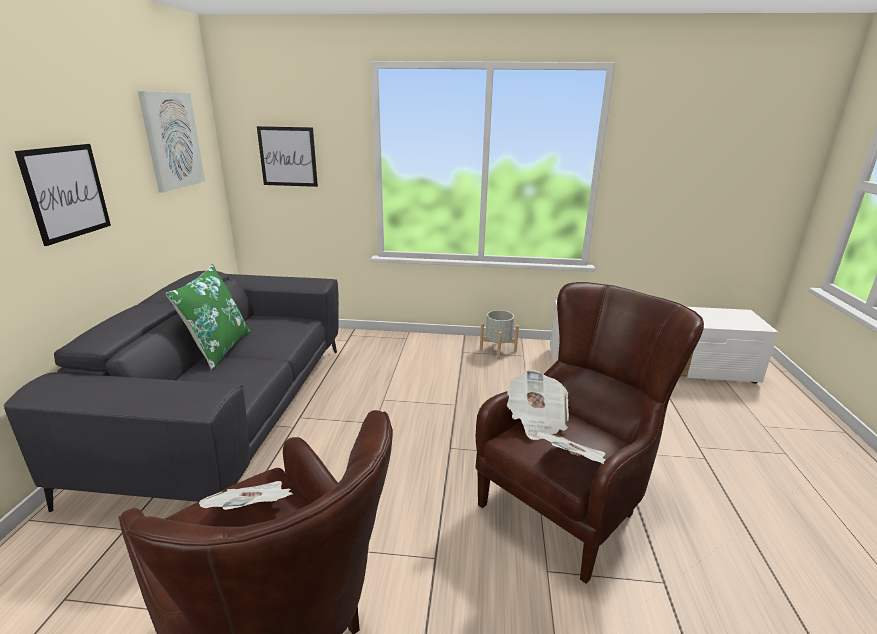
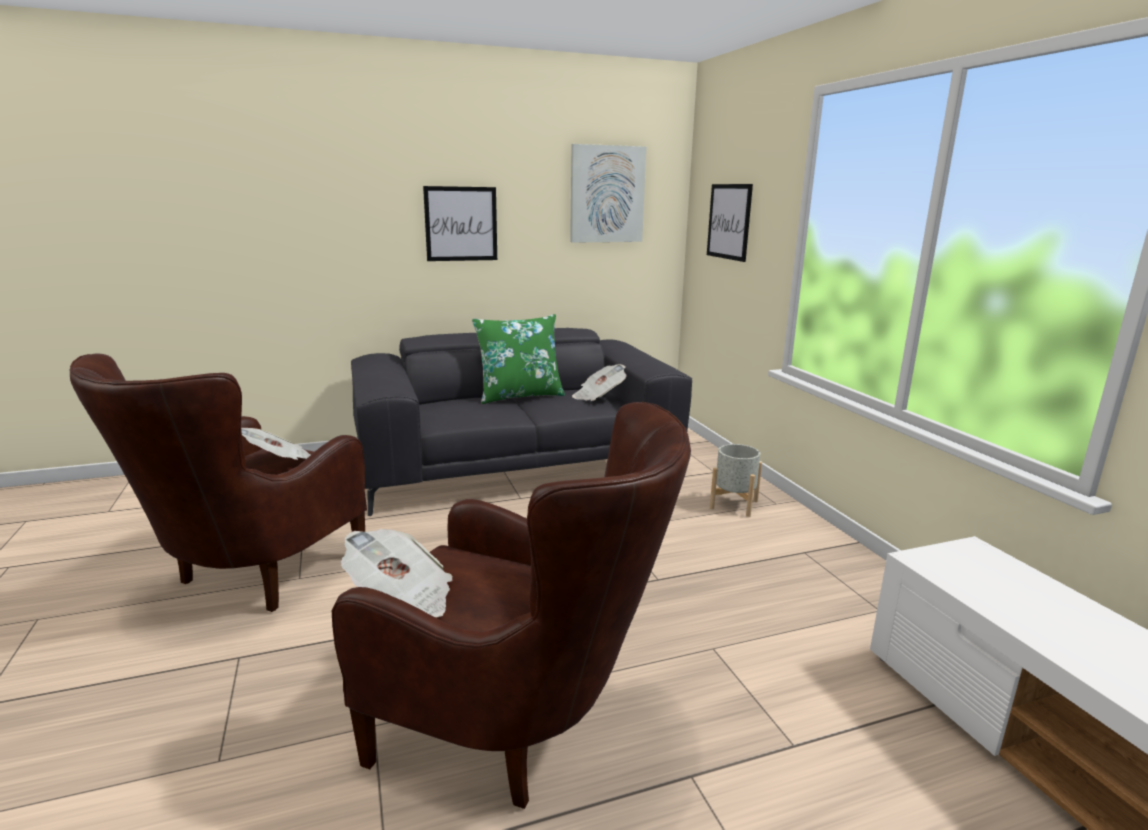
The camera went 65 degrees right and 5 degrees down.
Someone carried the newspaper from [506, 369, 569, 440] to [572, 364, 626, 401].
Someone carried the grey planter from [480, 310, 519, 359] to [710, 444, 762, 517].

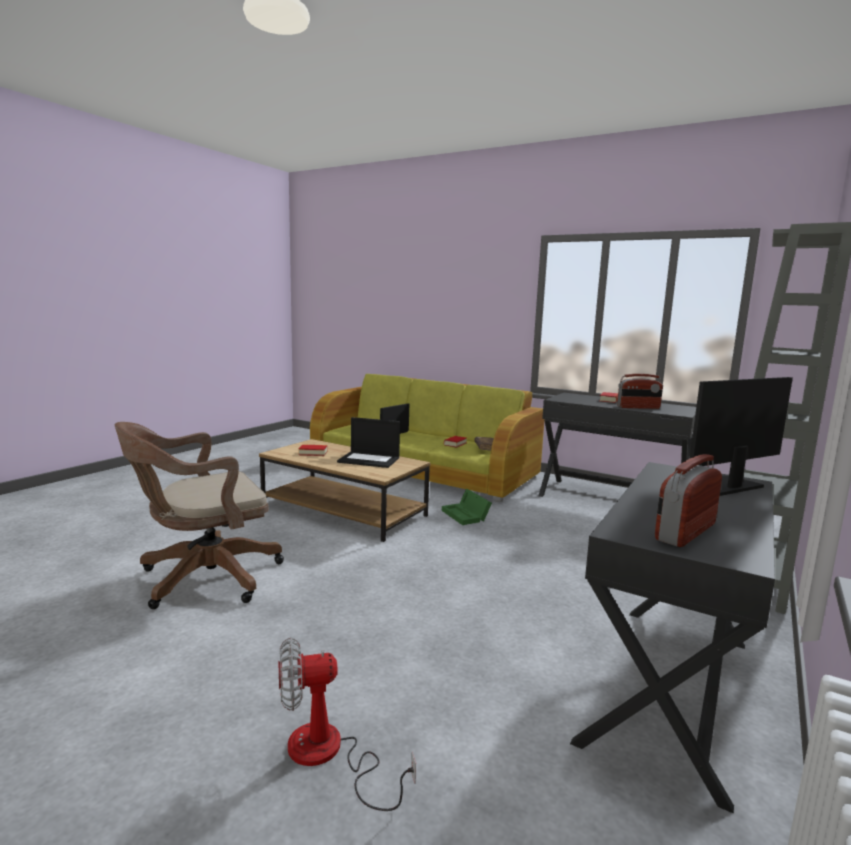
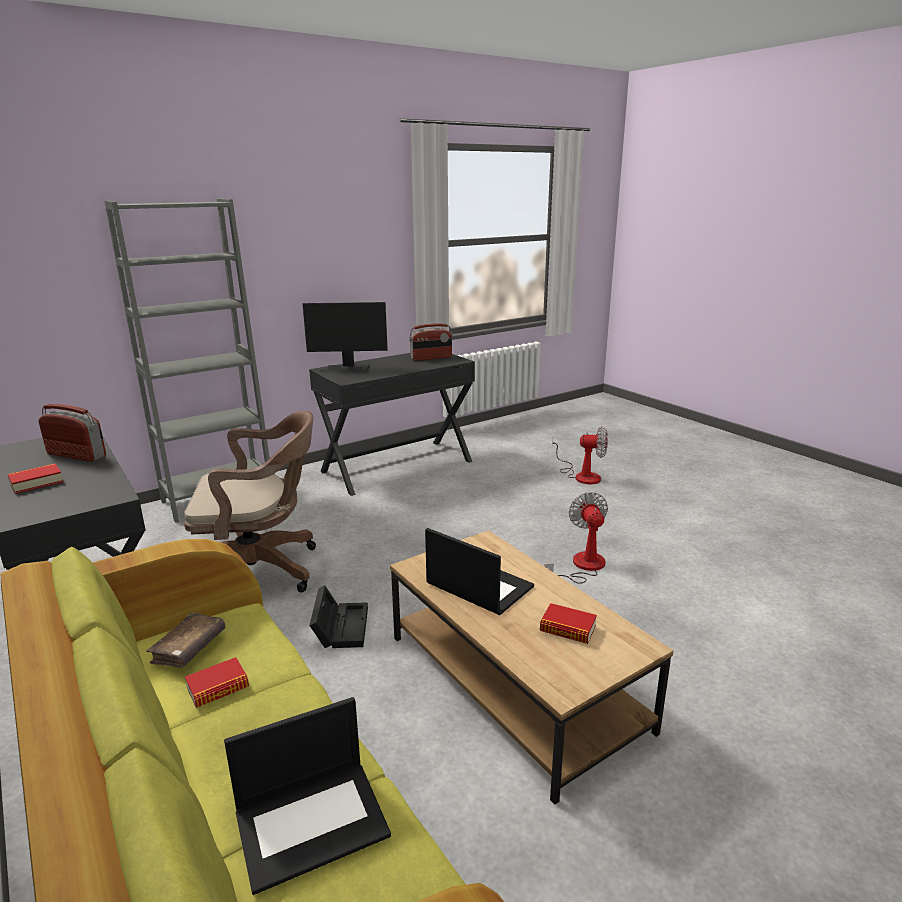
The camera went 155 degrees left and 10 degrees up.
Someone carried the brown office chair from [114, 422, 284, 609] to [184, 411, 316, 592].
Someone repainted the green storage box at [442, 489, 492, 525], which became the black storage box at [309, 585, 368, 648].
Someone put down the fan at [545, 492, 608, 584].

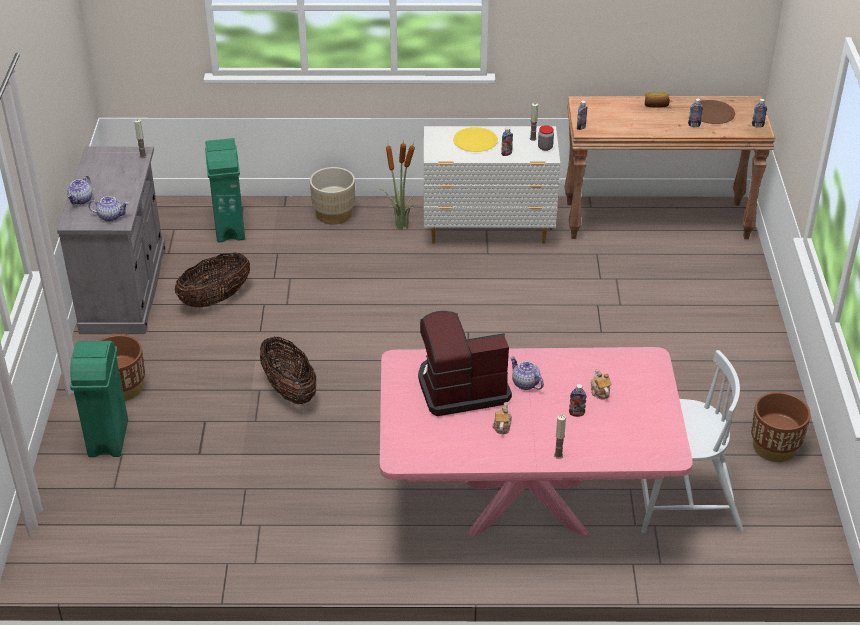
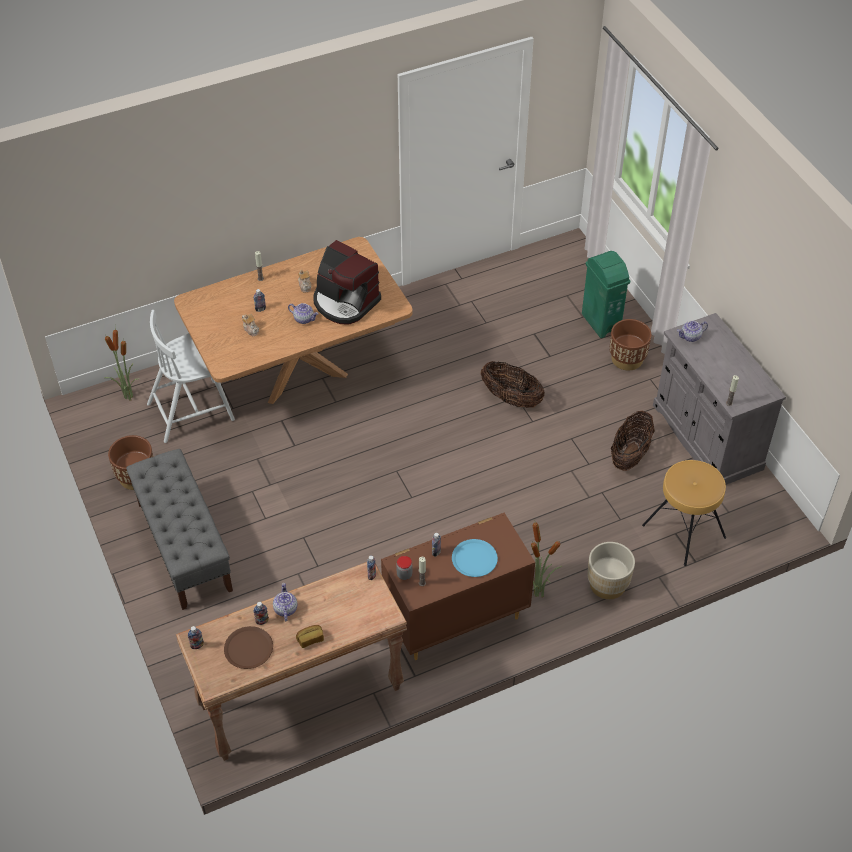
The camera went 155 degrees right and 10 degrees up.
Someone put down the potted plant at [105, 330, 140, 401].
Someone put down the grey bench at [126, 449, 233, 610].
Someone repainted the pink dining table at [380, 347, 693, 537], which became the brown dining table at [174, 237, 413, 404].
Someone carried the teapot from [67, 175, 92, 205] to [273, 583, 297, 621].
Someone rotated the coffee machine at [418, 311, 512, 416] by 75 degrees clockwise.
Someone repainted the white dresser at [424, 126, 560, 244], which became the brown dresser at [381, 513, 535, 660].
Someone repainted the yellow plate at [453, 127, 498, 152], which became the blue plate at [452, 539, 498, 577].
Someone swapped the green trash can at [205, 138, 245, 243] for the brown stool at [642, 460, 726, 566].

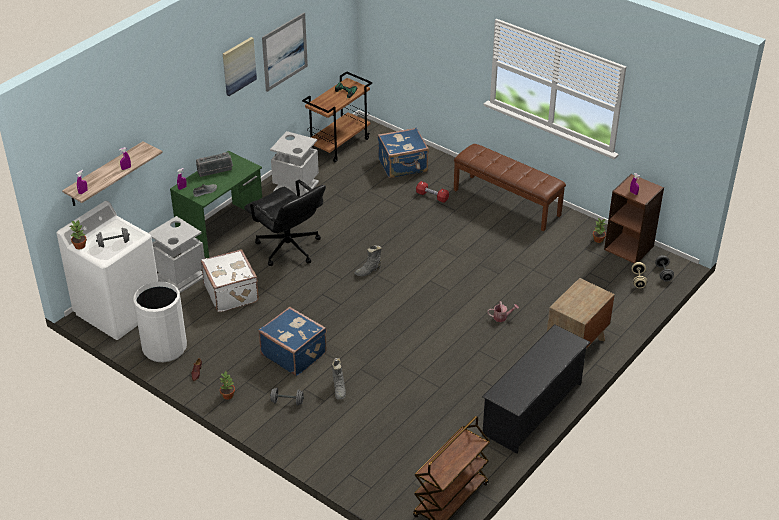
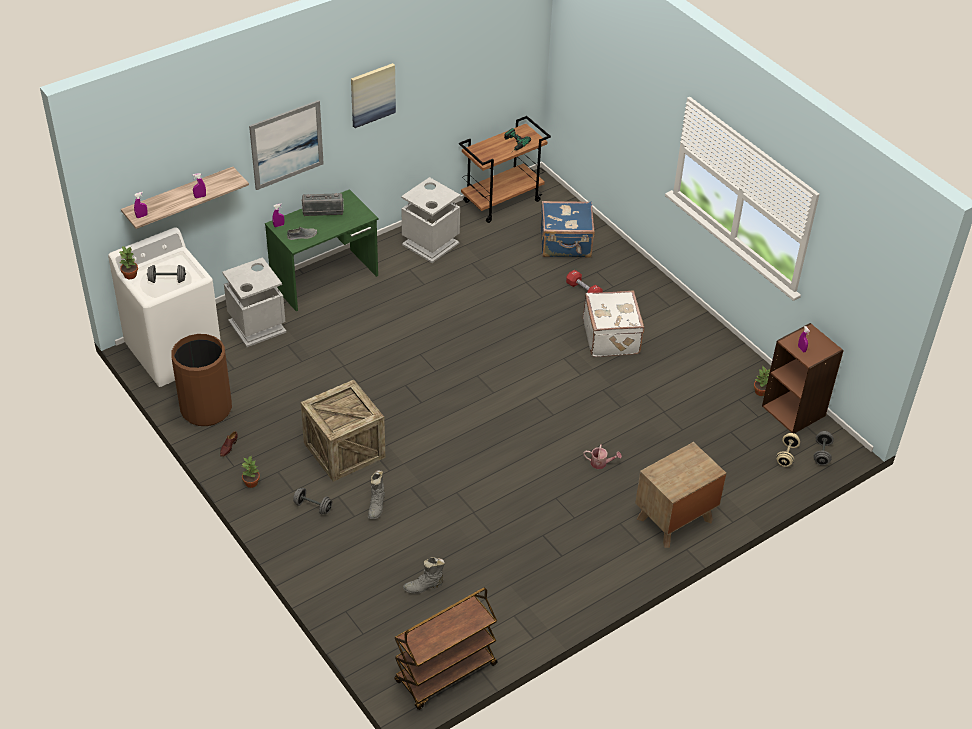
The camera went 15 degrees right and 5 degrees up.
Someone repainted the white trash can at [133, 281, 187, 362], which became the brown trash can at [171, 334, 232, 426].
Someone carried the picture from [262, 13, 308, 92] to [249, 100, 324, 190].
Someone swapped the blue suitcase at [258, 307, 327, 376] for the crate at [300, 380, 385, 482].
Someone carried the grey boot from [355, 245, 382, 276] to [403, 557, 445, 594].
Someone carried the white suitcase from [201, 249, 259, 312] to [583, 291, 645, 357].
Someone took away the black office chair at [244, 180, 326, 266].
Someone took away the brown bench at [454, 144, 566, 231].
Someone took away the black shoe rack at [482, 324, 591, 454].

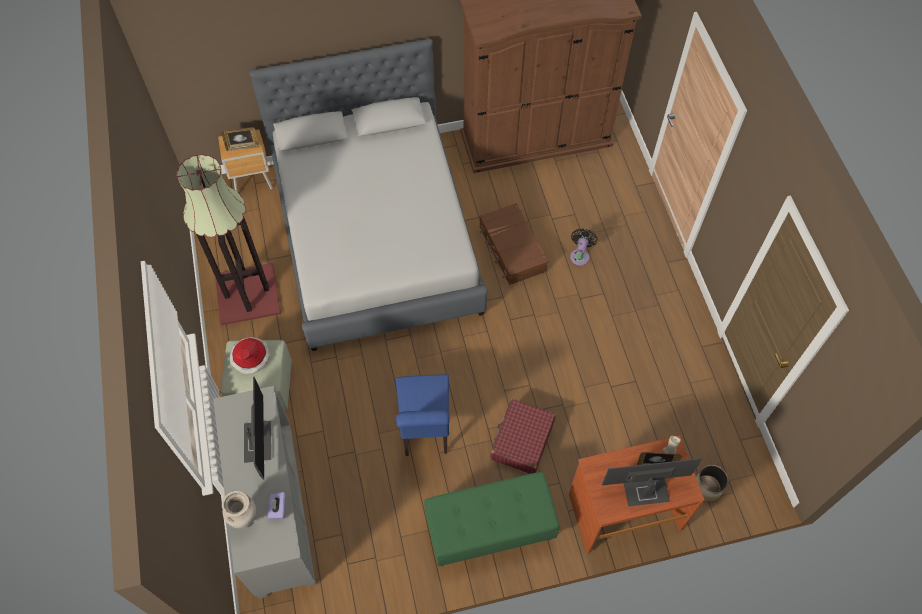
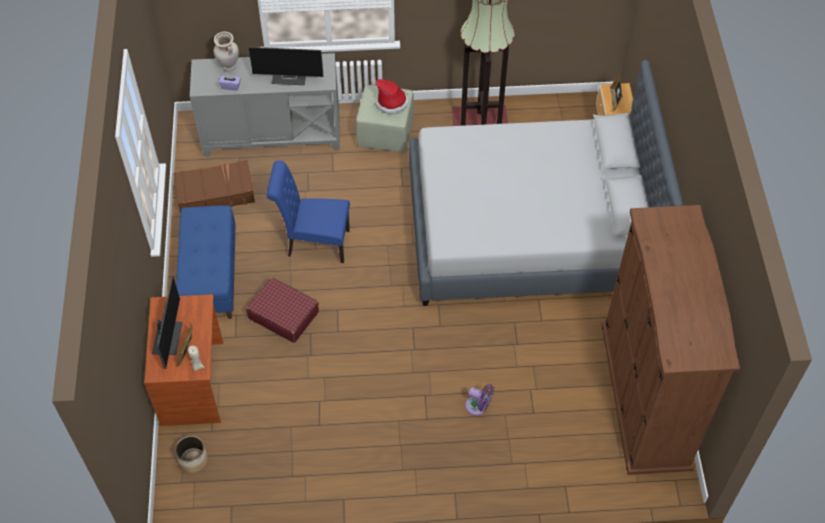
The camera went 100 degrees right and 5 degrees down.
Someone carried the brown suitcase from [479, 203, 548, 285] to [173, 160, 255, 214].
Someone repainted the green bench at [424, 472, 560, 566], which became the blue bench at [176, 205, 236, 319].
Someone repainted the black fan at [570, 229, 598, 266], which became the purple fan at [465, 384, 494, 415].

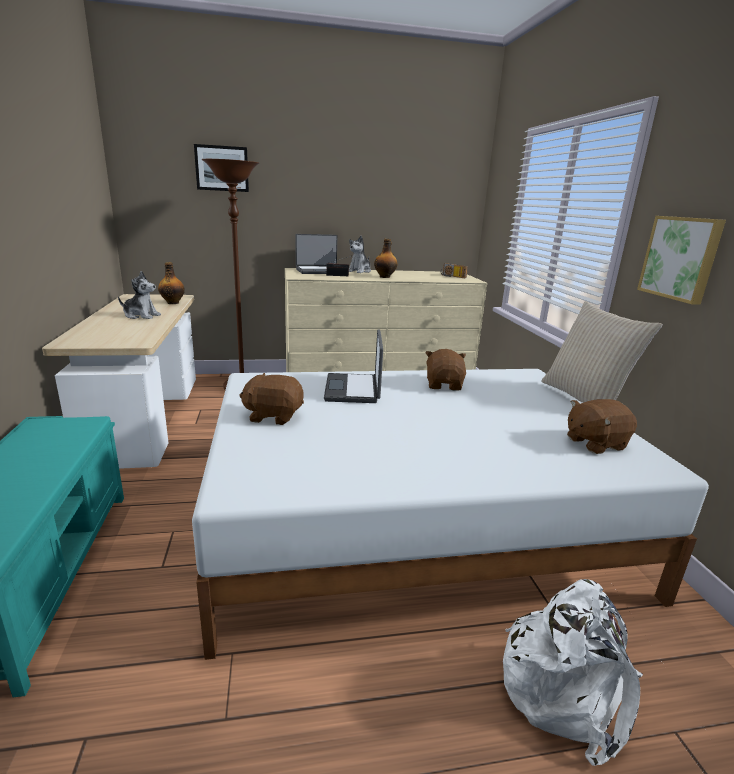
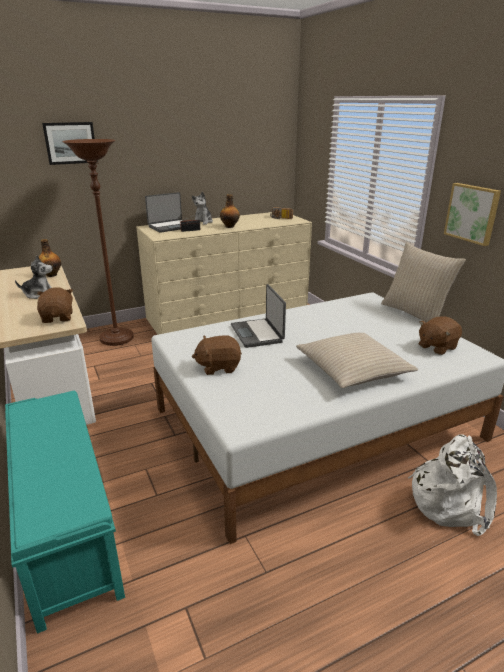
The camera went 15 degrees left and 5 degrees up.
Someone carried the brown plush toy from [425, 349, 466, 391] to [37, 287, 73, 323].
Someone put down the beige pillow at [296, 333, 418, 388].

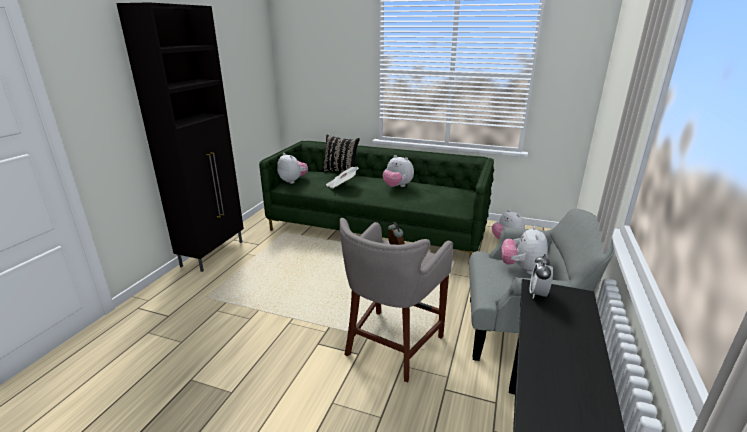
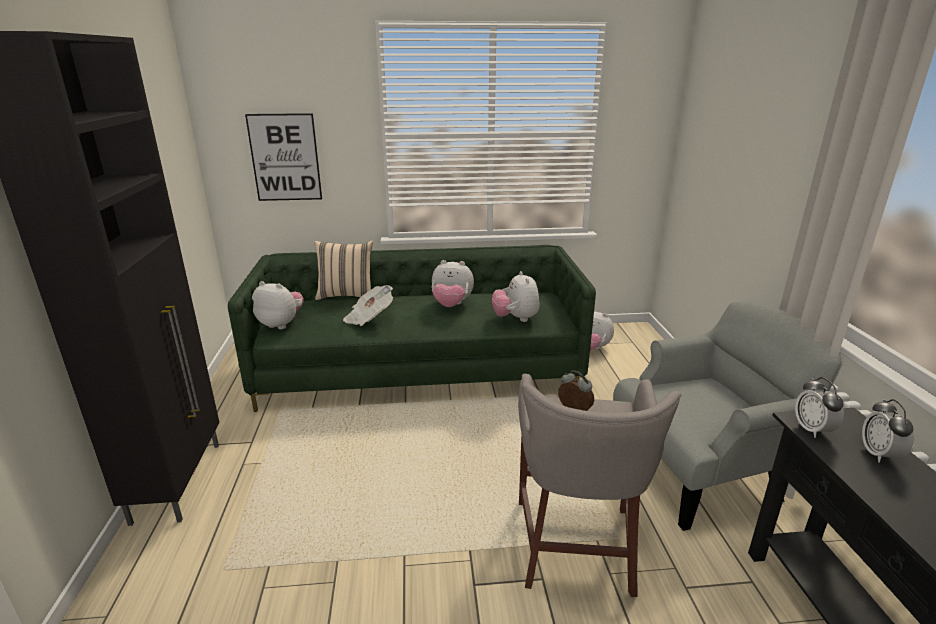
The camera went 25 degrees left and 0 degrees up.
Someone put up the picture at [245, 113, 322, 201].
Someone repainted the black pillow at [321, 135, 360, 172], which became the beige pillow at [314, 241, 373, 300].
Someone carried the plush toy from [501, 226, 548, 274] to [492, 271, 539, 322].
Someone put down the alarm clock at [862, 399, 914, 463].

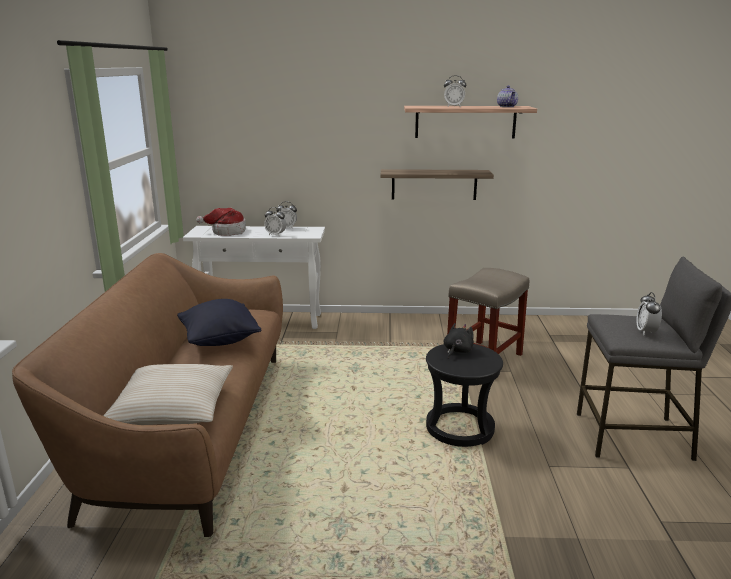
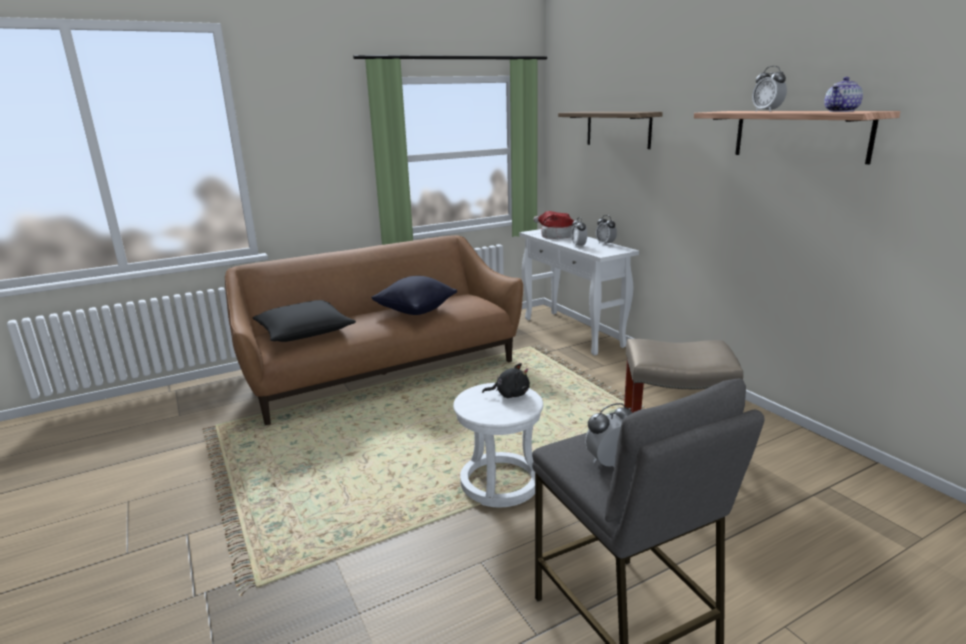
The camera went 60 degrees right and 0 degrees up.
Someone repainted the beige pillow at [103, 364, 233, 425], which became the black pillow at [253, 300, 356, 342].
Someone repainted the black stool at [426, 344, 503, 447], which became the white stool at [453, 383, 543, 507].
Someone carried the shelf from [381, 169, 494, 200] to [558, 112, 663, 149].

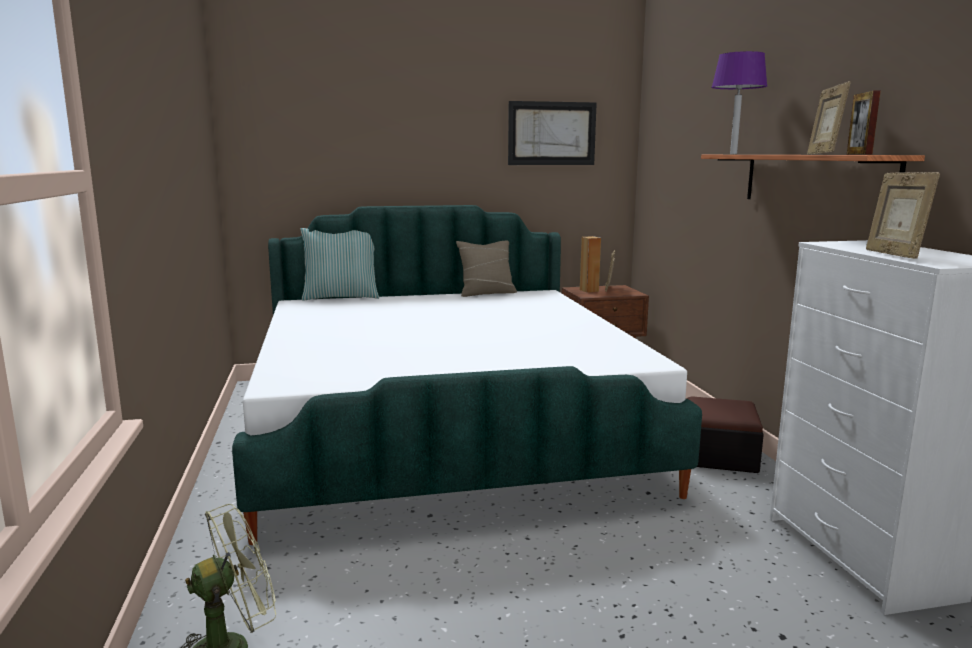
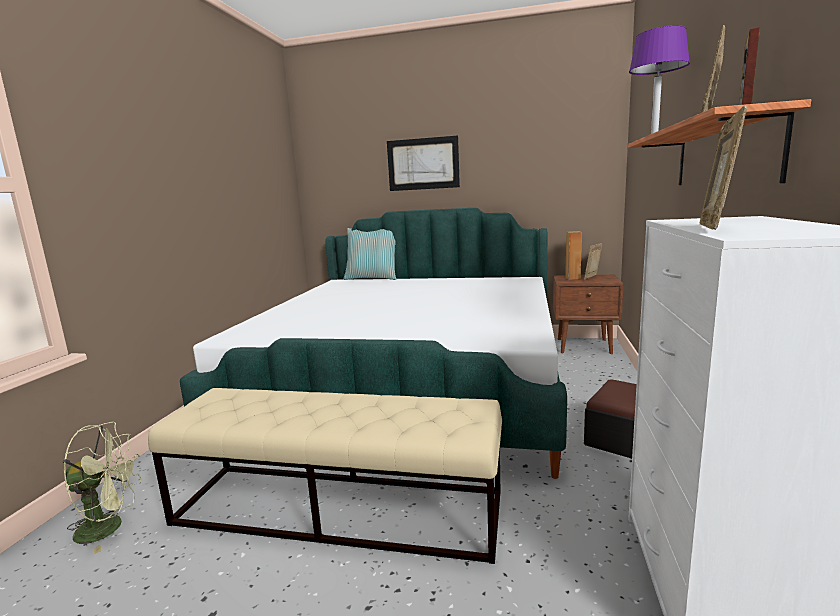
The camera went 25 degrees right and 0 degrees up.
Someone put down the beige bench at [148, 388, 502, 564].
Someone carried the picture from [508, 101, 597, 165] to [387, 136, 460, 191].
Someone took away the beige pillow at [456, 240, 517, 297].

